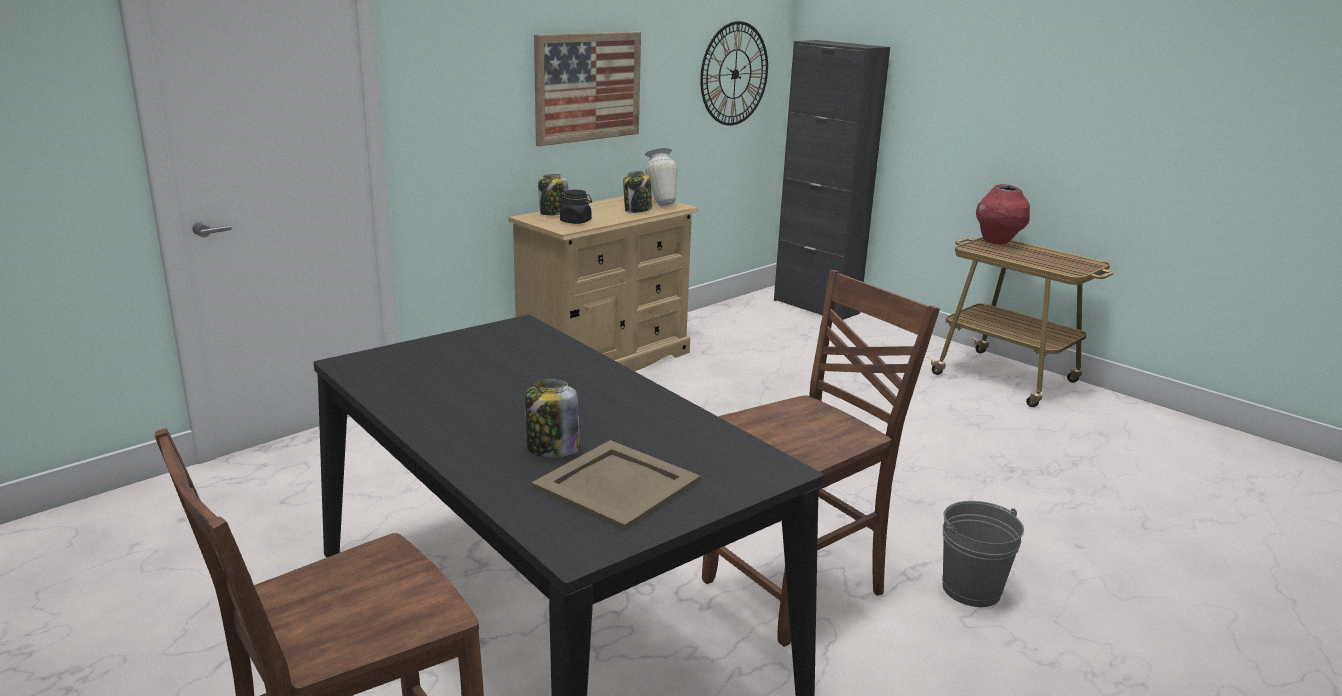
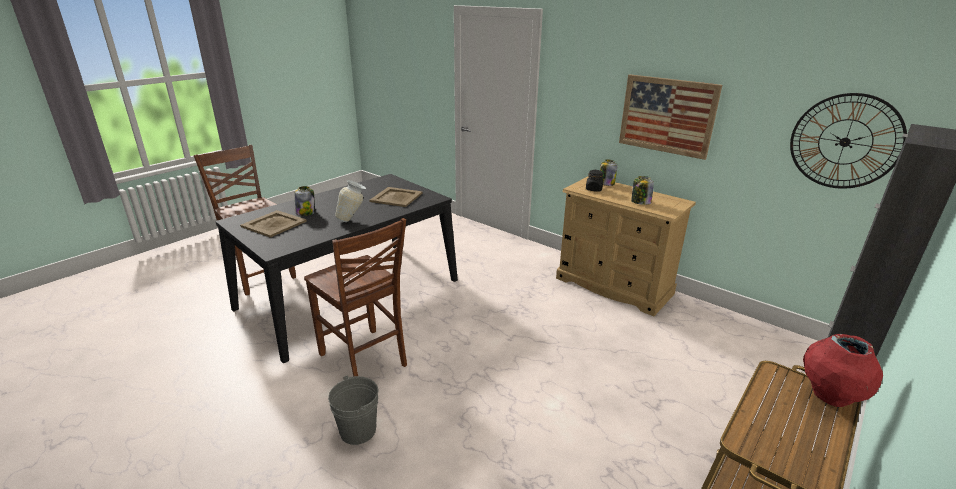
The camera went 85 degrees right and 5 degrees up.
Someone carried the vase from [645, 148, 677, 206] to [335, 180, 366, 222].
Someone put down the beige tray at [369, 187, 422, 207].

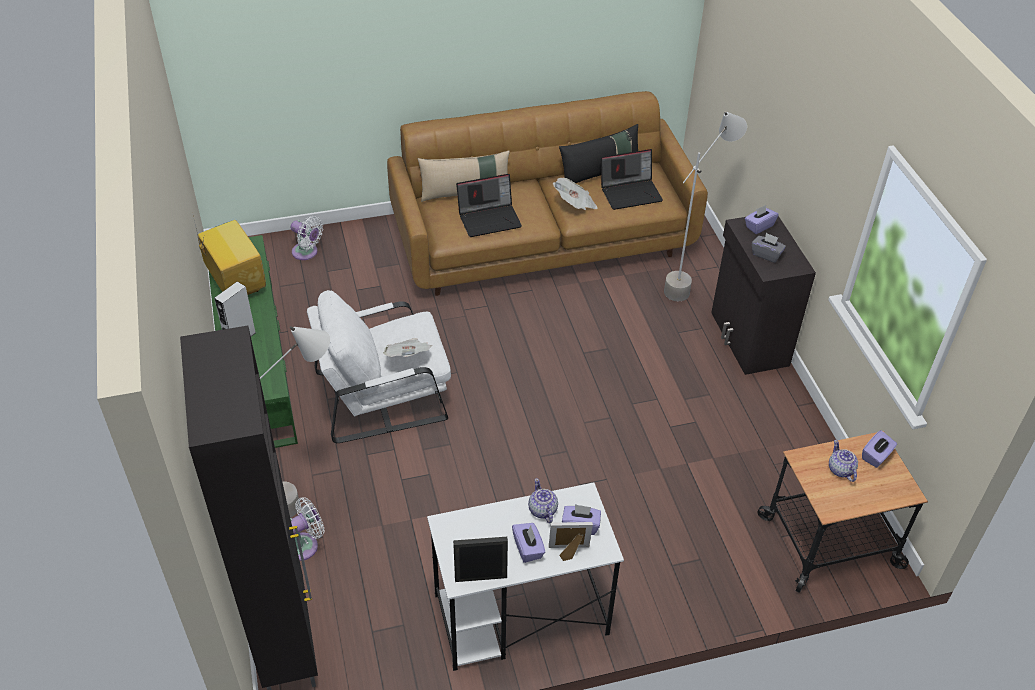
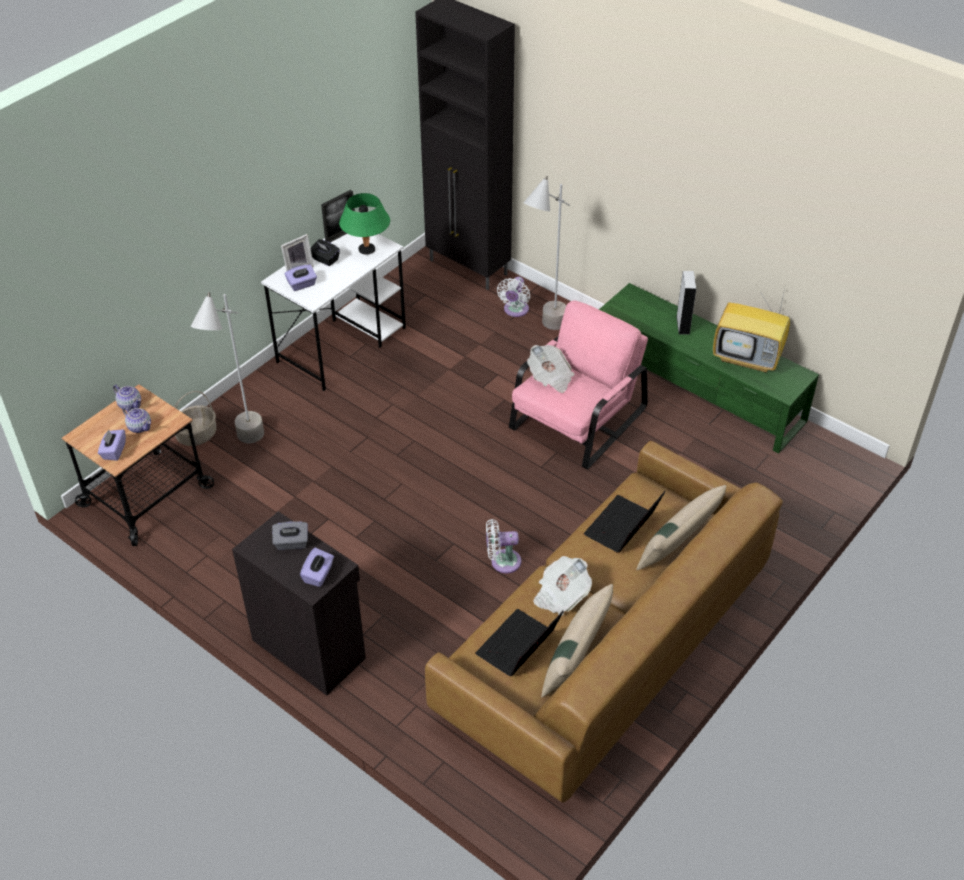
The camera went 145 degrees right and 0 degrees up.
Someone carried the teapot from [528, 478, 558, 523] to [113, 385, 141, 410].
Someone put down the basket at [174, 391, 216, 446].
Someone carried the grey floor lamp from [664, 111, 747, 301] to [191, 292, 264, 443].
Someone repainted the purple tissue box at [512, 523, 545, 563], which became the black tissue box at [310, 239, 340, 266].
Someone put down the green table lamp at [339, 193, 390, 255].
Someone carried the white fan from [291, 216, 323, 260] to [486, 519, 522, 573].
Someone repainted the white armchair at [307, 290, 451, 443], which became the pink armchair at [509, 300, 648, 469].
Someone repainted the black pillow at [559, 124, 638, 183], which became the beige pillow at [541, 584, 613, 697].

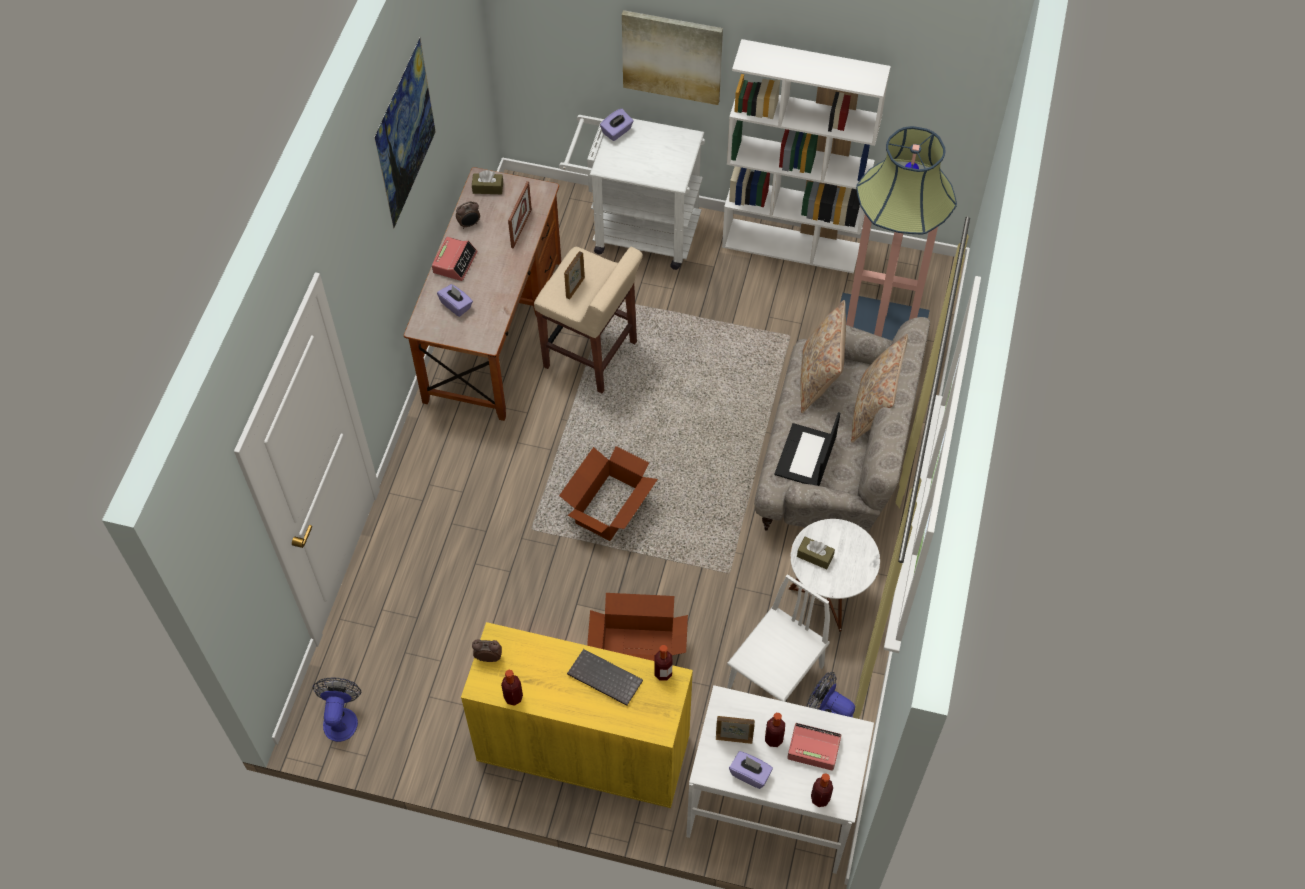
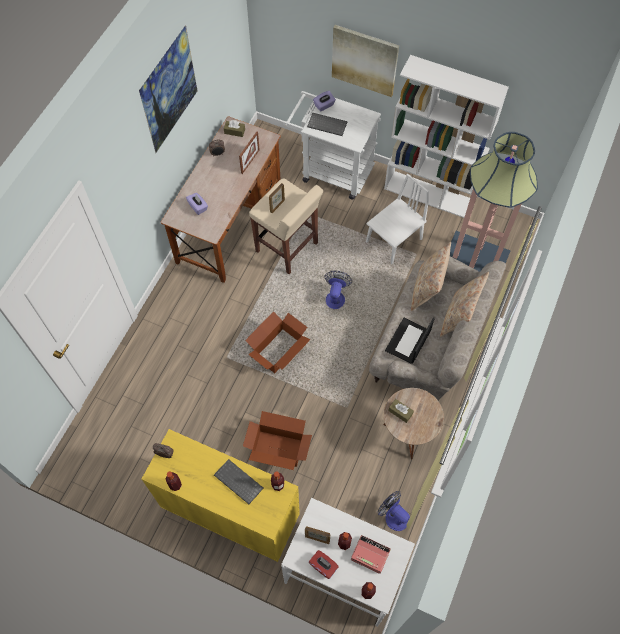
The camera went 10 degrees right and 5 degrees up.
Someone put down the keyboard at [307, 113, 347, 136].
Someone repainted the purple tissue box at [729, 751, 773, 789], which became the red tissue box at [309, 550, 339, 579].
Someone carried the fan from [313, 678, 361, 742] to [325, 270, 352, 309].
Someone carried the white chair from [727, 574, 830, 702] to [366, 174, 429, 264].
Someone repainted the white side table at [789, 519, 880, 632], which became the brown side table at [383, 388, 444, 460].
Someone took away the alarm clock at [432, 237, 477, 281].

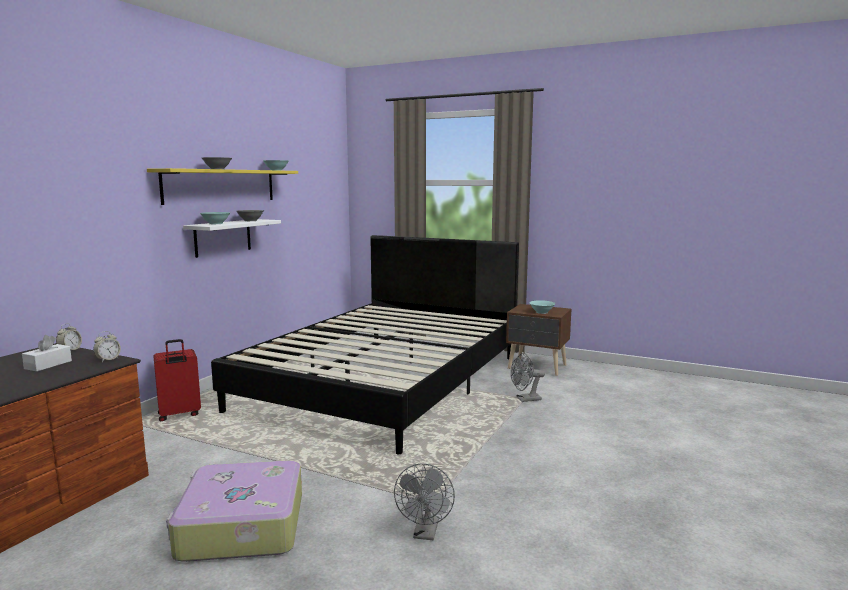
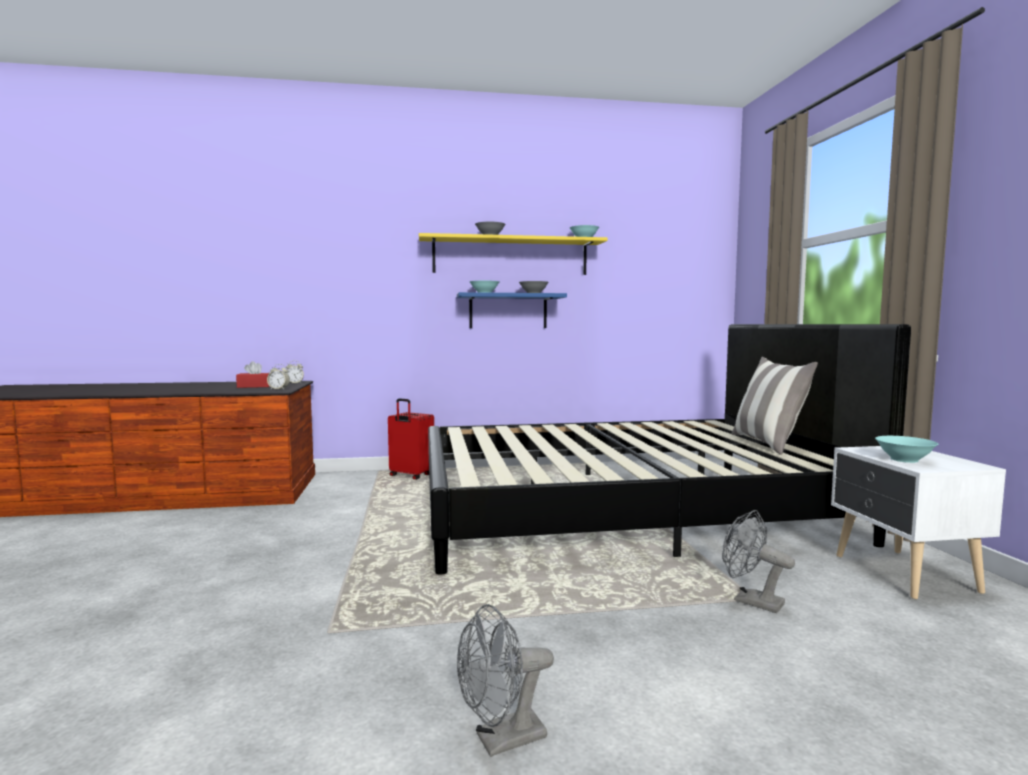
The camera went 55 degrees right and 5 degrees down.
Someone repainted the white tissue box at [22, 335, 72, 371], which became the red tissue box at [236, 361, 270, 388].
Someone repainted the white shelf at [183, 219, 281, 258], which became the blue shelf at [457, 292, 567, 328].
Someone carried the grey fan from [394, 463, 455, 540] to [457, 604, 554, 757].
Someone put down the pillow at [732, 357, 818, 455].
Someone repainted the brown nightstand at [506, 304, 572, 376], which became the white nightstand at [831, 446, 1006, 599].
Someone took away the suitcase at [166, 460, 302, 562].

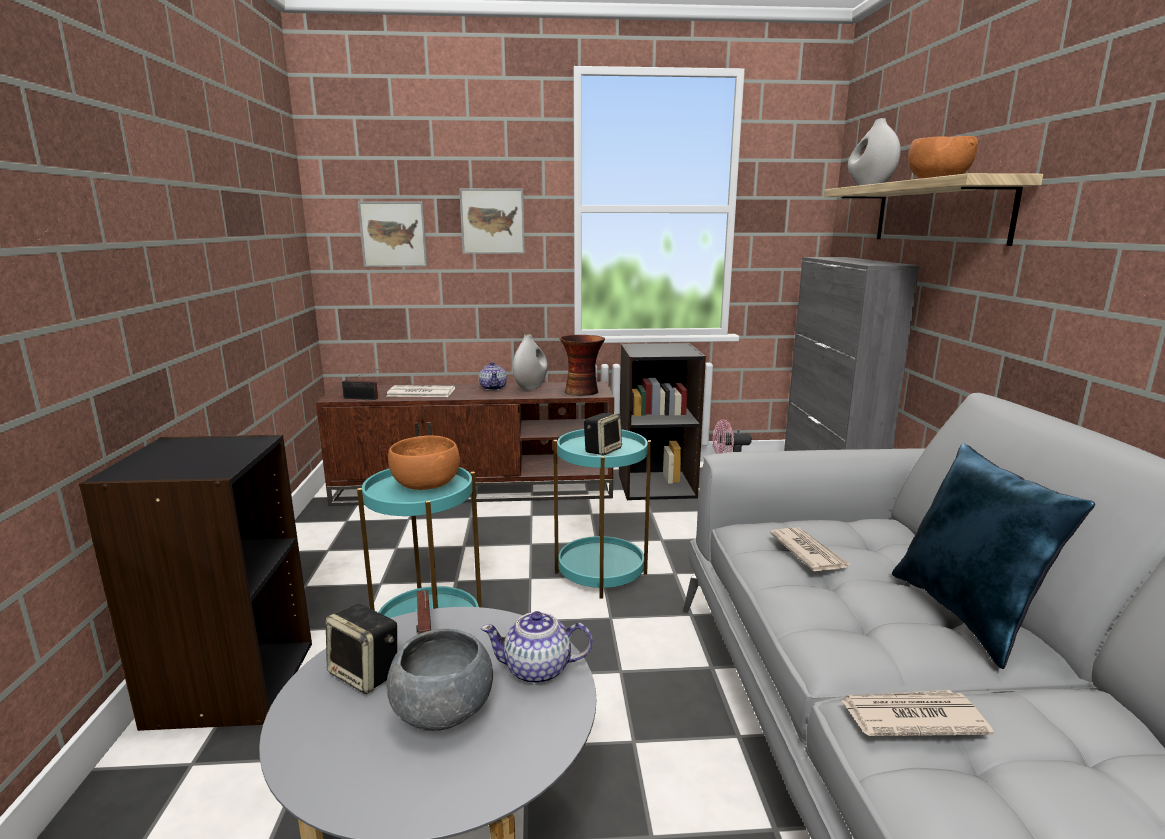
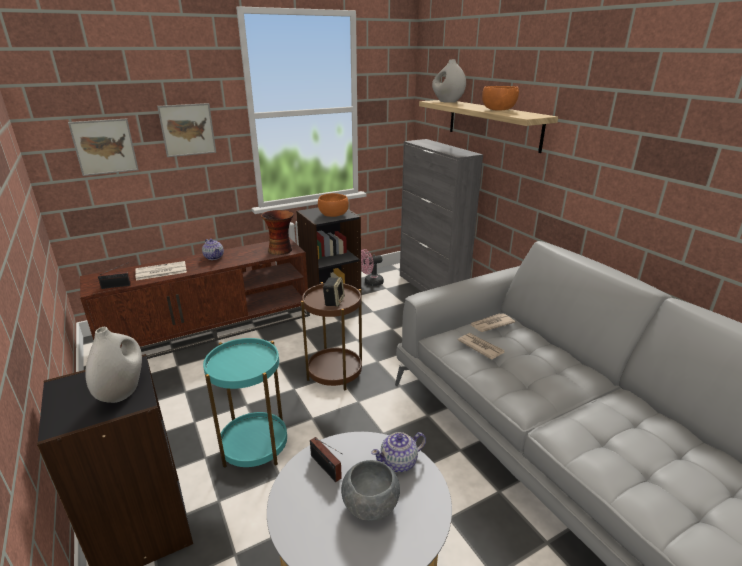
The camera went 25 degrees left and 10 degrees up.
Someone carried the white vase from [513, 334, 548, 390] to [85, 327, 142, 403].
Someone repainted the turquoise side table at [553, 429, 651, 598], which became the brown side table at [301, 282, 362, 391].
Someone carried the orange bowl from [388, 435, 460, 490] to [318, 193, 349, 217].
Someone carried the newspaper from [840, 690, 994, 736] to [471, 314, 515, 332].
Someone took away the speaker at [326, 604, 397, 694].
Someone took away the blue pillow at [892, 443, 1095, 669].

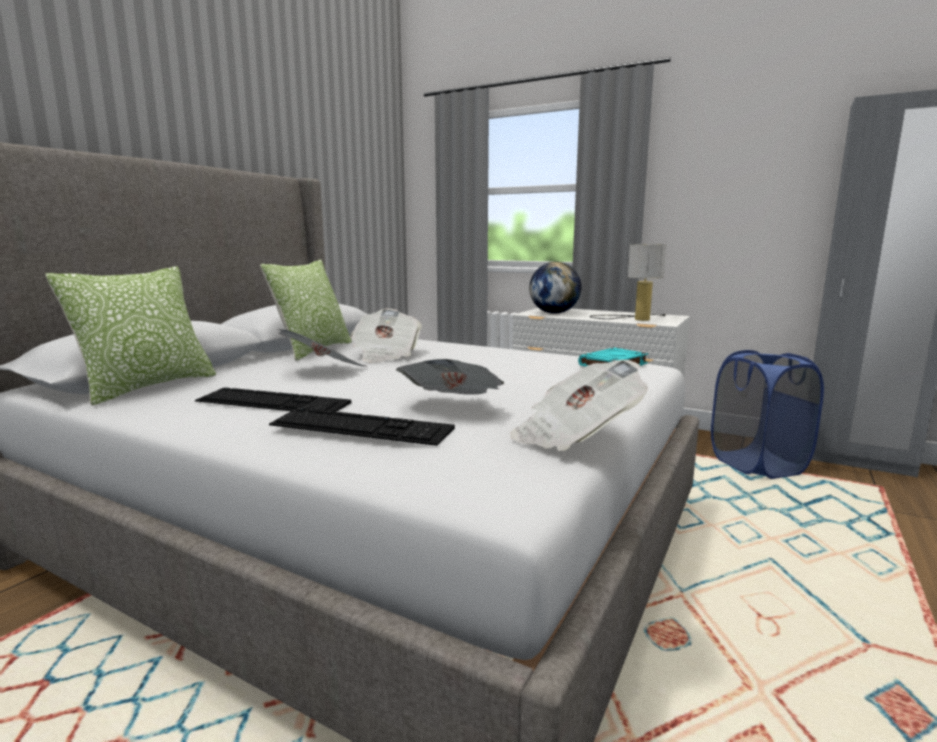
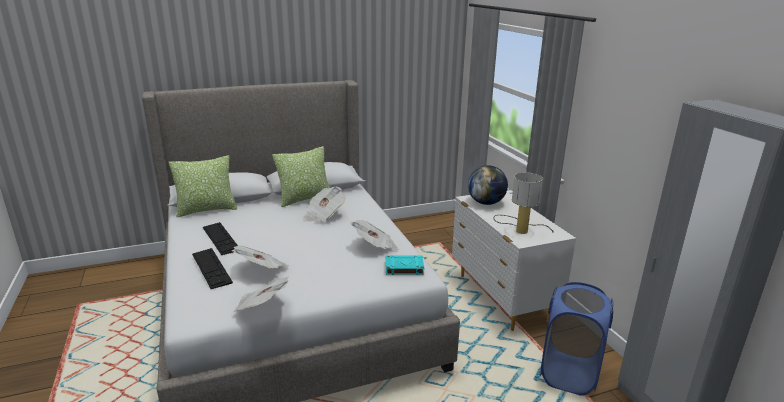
The camera went 40 degrees right and 10 degrees up.
Someone carried the newspaper from [277, 329, 366, 367] to [350, 220, 400, 250].

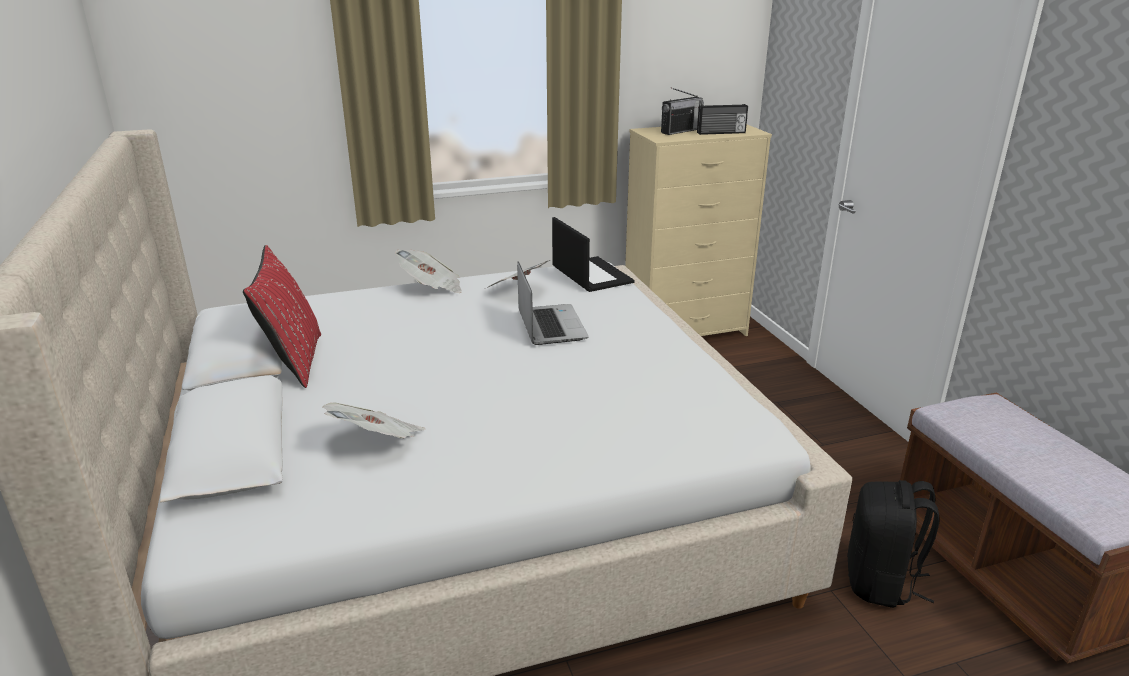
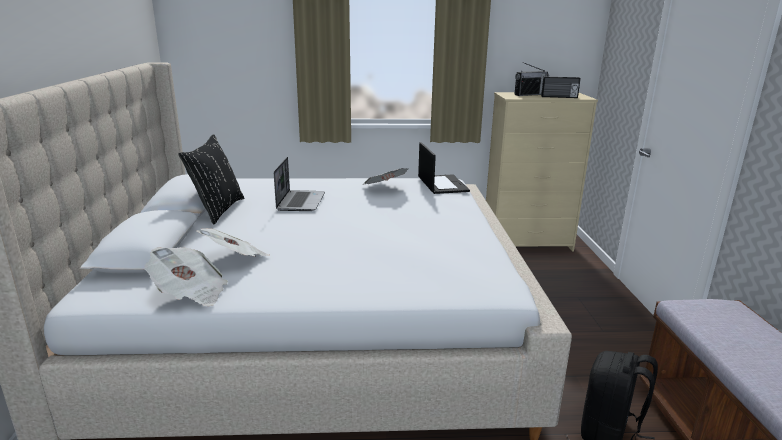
The camera went 15 degrees right and 5 degrees down.
Someone carried the newspaper from [395, 250, 462, 293] to [145, 247, 228, 306].
Someone repainted the red pillow at [243, 245, 321, 388], which became the black pillow at [179, 134, 244, 224].
Someone carried the laptop from [517, 261, 589, 345] to [274, 157, 325, 211].

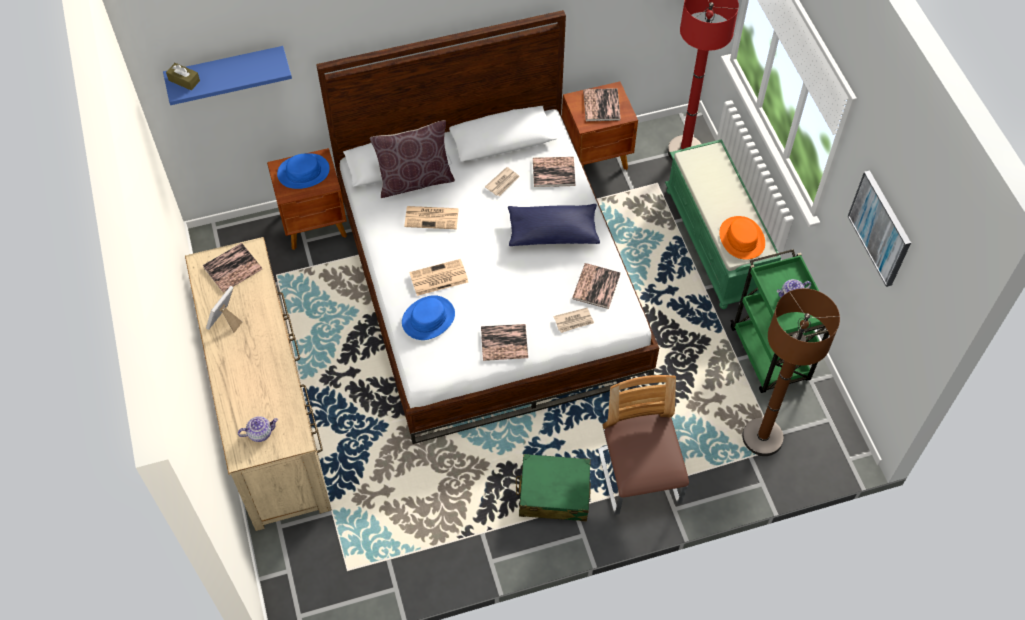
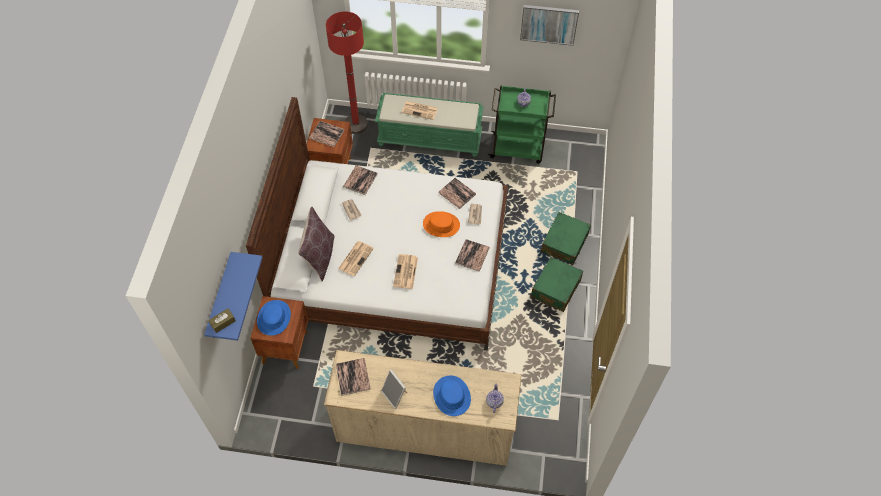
The camera went 65 degrees left and 0 degrees up.
Someone put down the newspaper at [402, 101, 438, 120].
Someone carried the orange hat from [719, 216, 765, 260] to [423, 211, 460, 237].
Someone carried the blue hat from [402, 295, 455, 340] to [433, 376, 471, 416].
Someone swapped the chair at [598, 375, 689, 515] for the green suitcase at [541, 212, 591, 265].
Someone took away the blue pillow at [508, 204, 600, 246].
Someone took away the brown floor lamp at [742, 288, 840, 456].

